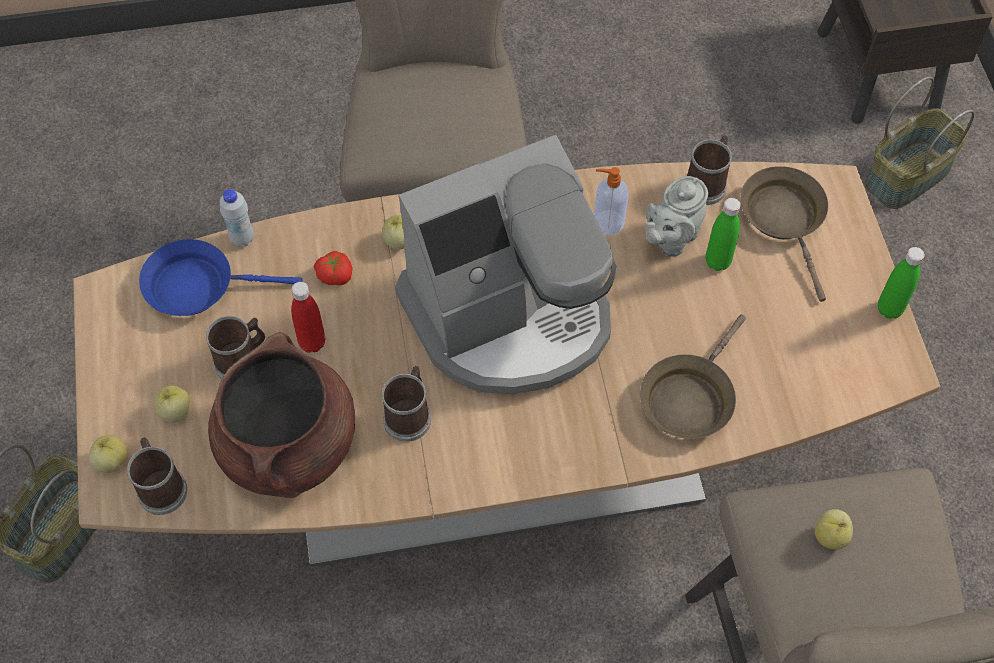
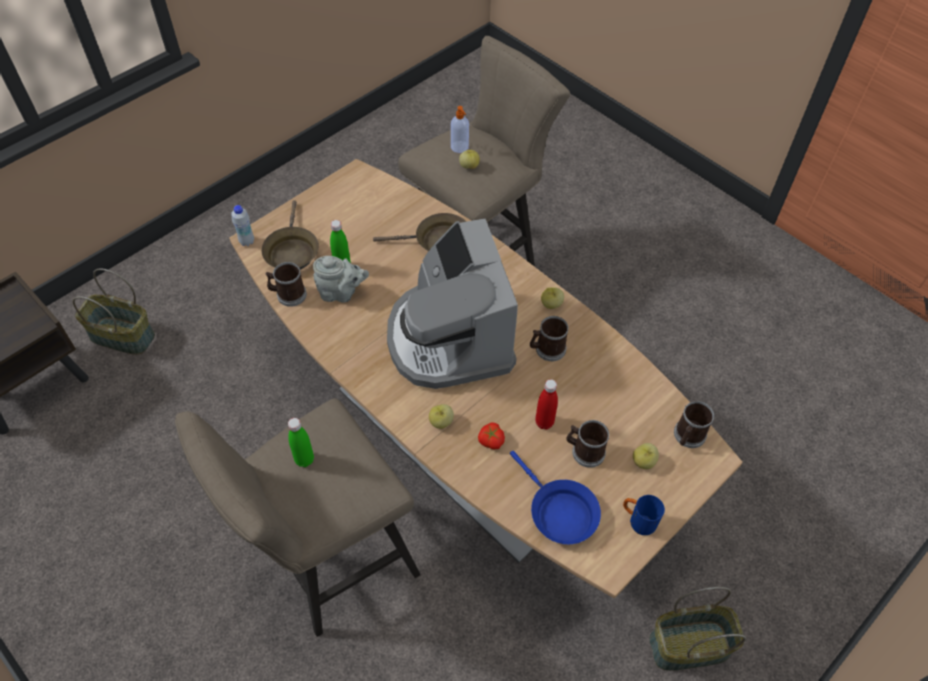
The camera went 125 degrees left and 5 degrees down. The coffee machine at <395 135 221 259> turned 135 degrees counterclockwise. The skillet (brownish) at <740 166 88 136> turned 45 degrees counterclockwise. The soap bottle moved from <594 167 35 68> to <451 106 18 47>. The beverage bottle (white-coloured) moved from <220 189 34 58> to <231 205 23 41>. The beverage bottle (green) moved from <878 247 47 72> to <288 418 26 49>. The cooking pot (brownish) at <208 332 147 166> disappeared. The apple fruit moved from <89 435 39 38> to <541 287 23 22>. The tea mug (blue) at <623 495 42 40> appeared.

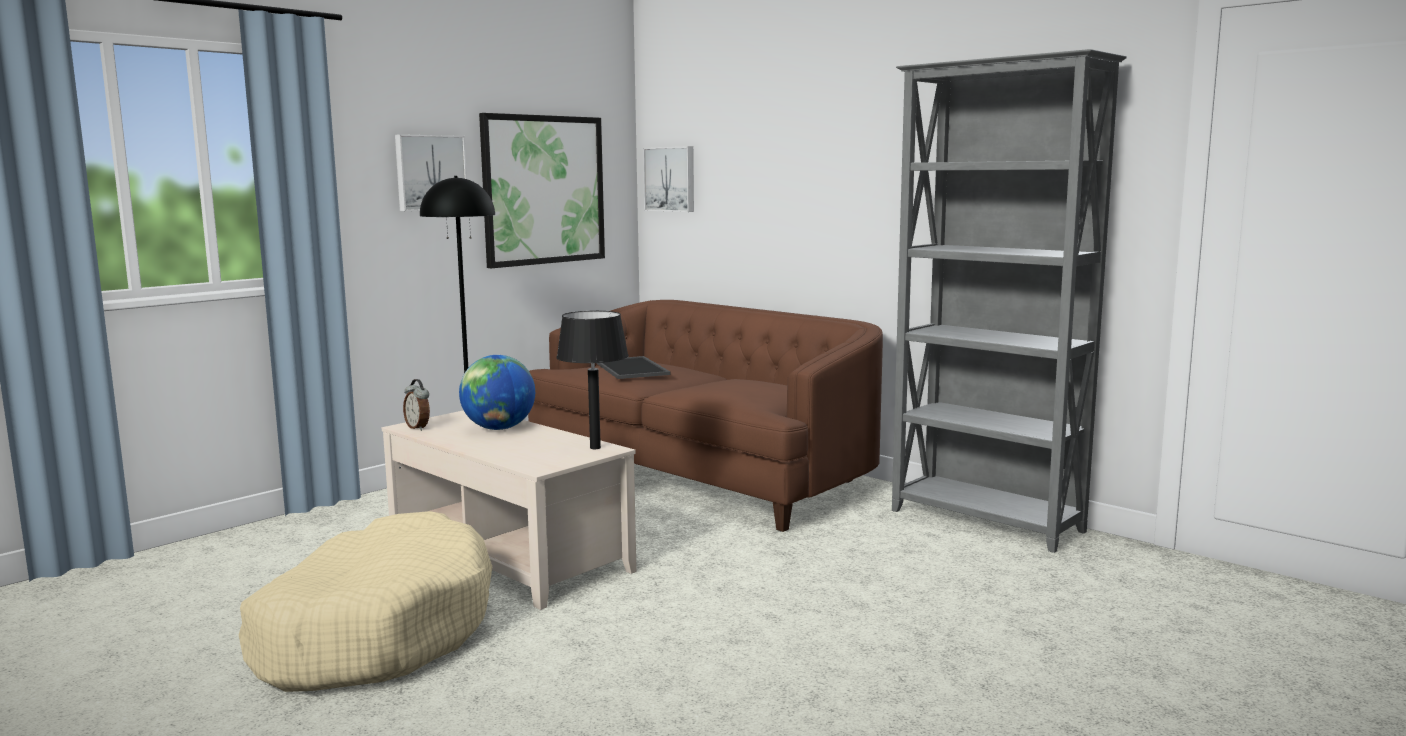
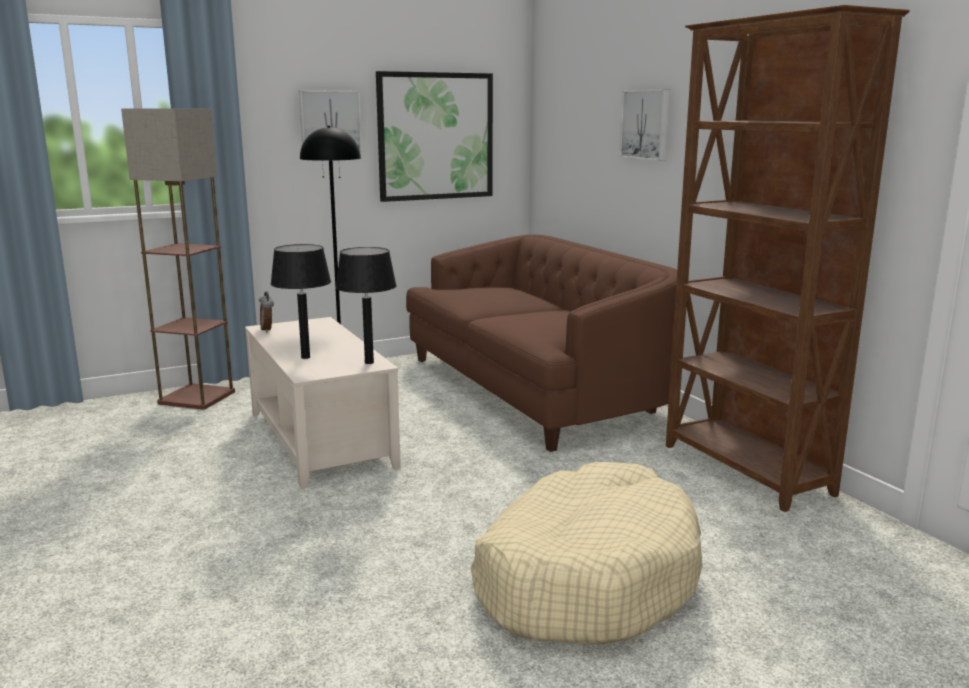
The camera went 20 degrees right and 5 degrees up. The bookshelf (grey) at <892 49 235 504> became the bookshelf (brownish) at <666 5 244 507>. The wall art moved from <643 146 51 66> to <619 89 51 72>. The desk globe at <459 355 76 75> disappeared. The tray at <596 356 75 23> disappeared. The pet bed (beige) moved from <239 511 253 181> to <471 462 232 182>. The standing lamp at <121 108 114 302> appeared. The table lamp (black-coloured) at <270 244 61 115> appeared.

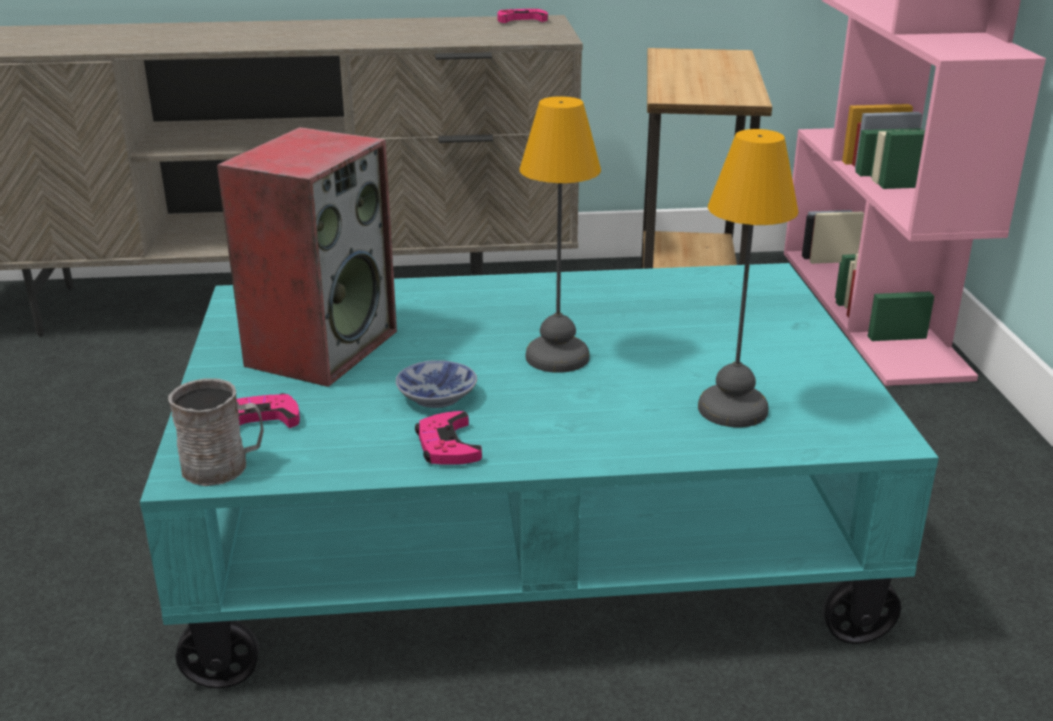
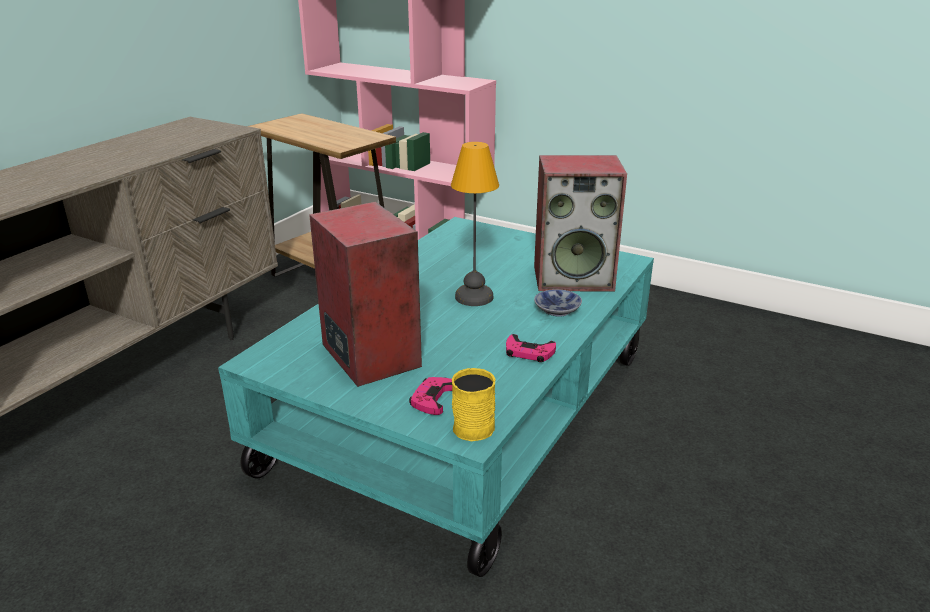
The camera went 55 degrees left and 0 degrees up. The gamepad (pinkish) at <497 9 51 14> disappeared. The table lamp at <698 129 101 298> was replaced by the loudspeaker at <534 155 93 136>. The serving bowl moved from <396 360 81 48> to <534 289 48 28>. The tea mug (grey) at <168 378 96 108> became the tea mug (yellow) at <452 368 43 73>.

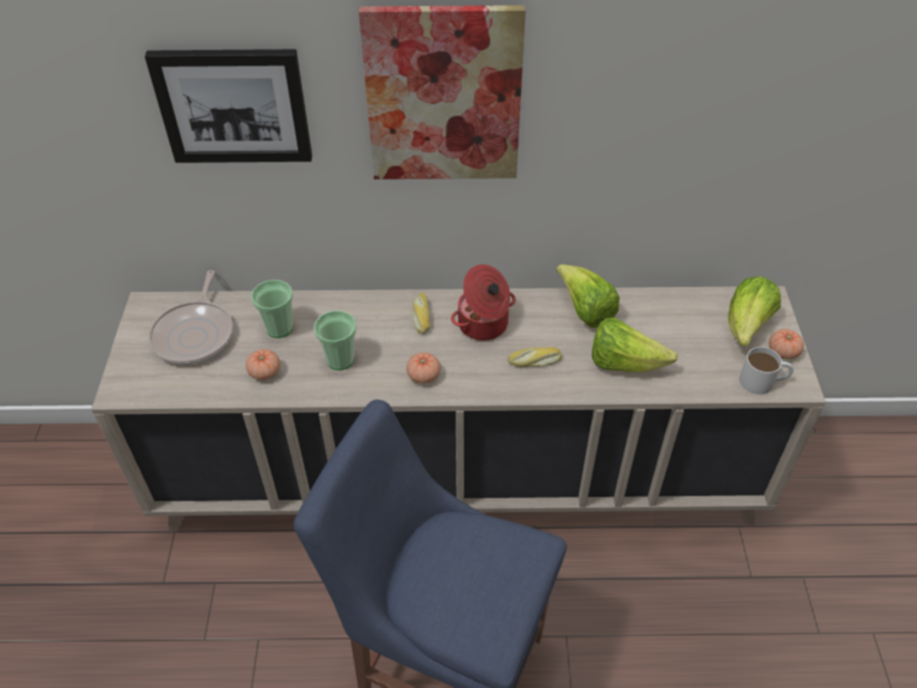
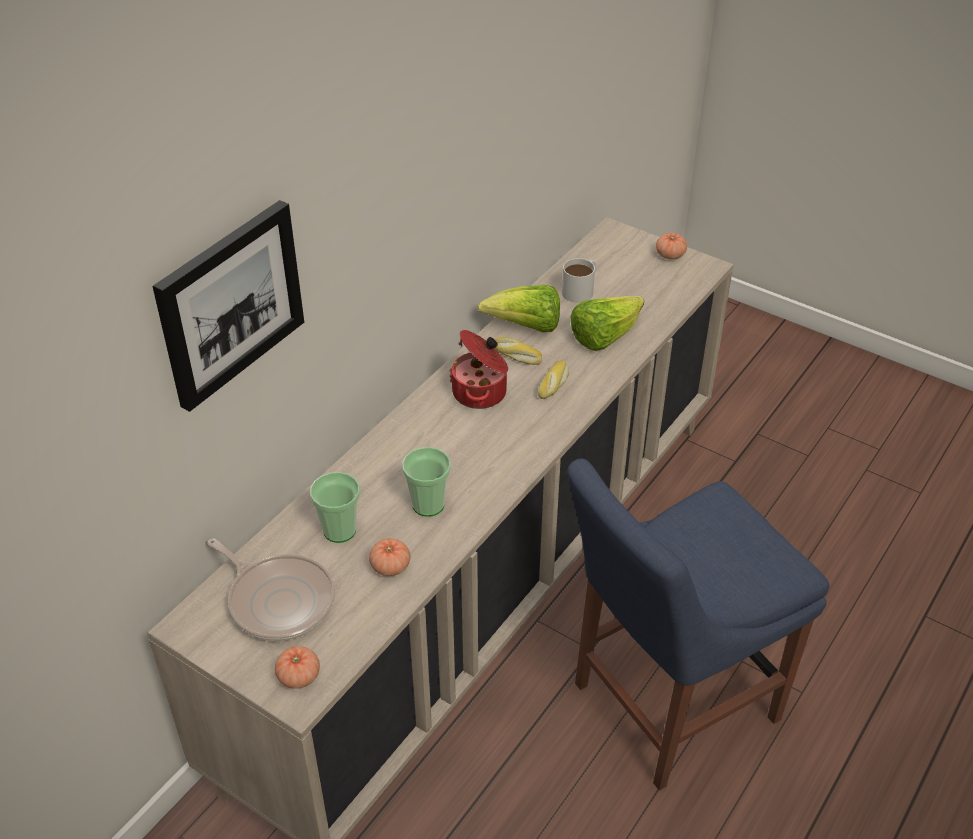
The camera went 55 degrees left and 5 degrees down. The wall art at <359 5 167 174> disappeared. The lettuce at <728 277 53 69> disappeared. The bakery bread moved from <413 293 17 41> to <495 337 47 28>. The tea mug (white-coloured) moved from <739 347 55 48> to <562 258 34 45>. The fresh tomato moved from <406 352 35 32> to <275 646 45 43>.

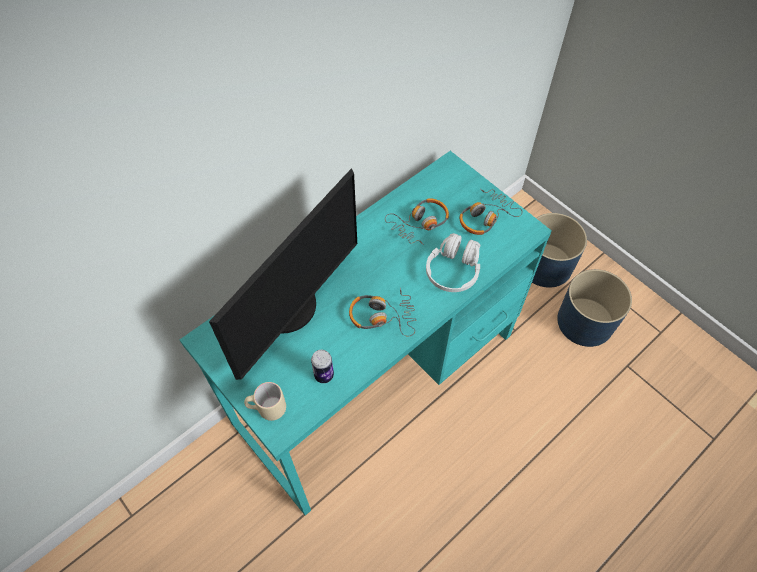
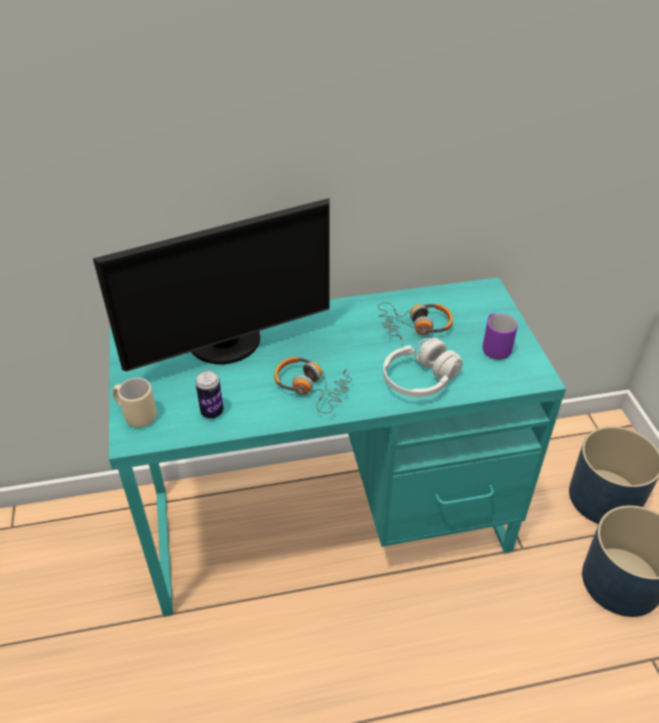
The camera went 30 degrees right and 15 degrees down. The headset at <460 189 62 46> was replaced by the tea mug (purple) at <483 313 35 47>.

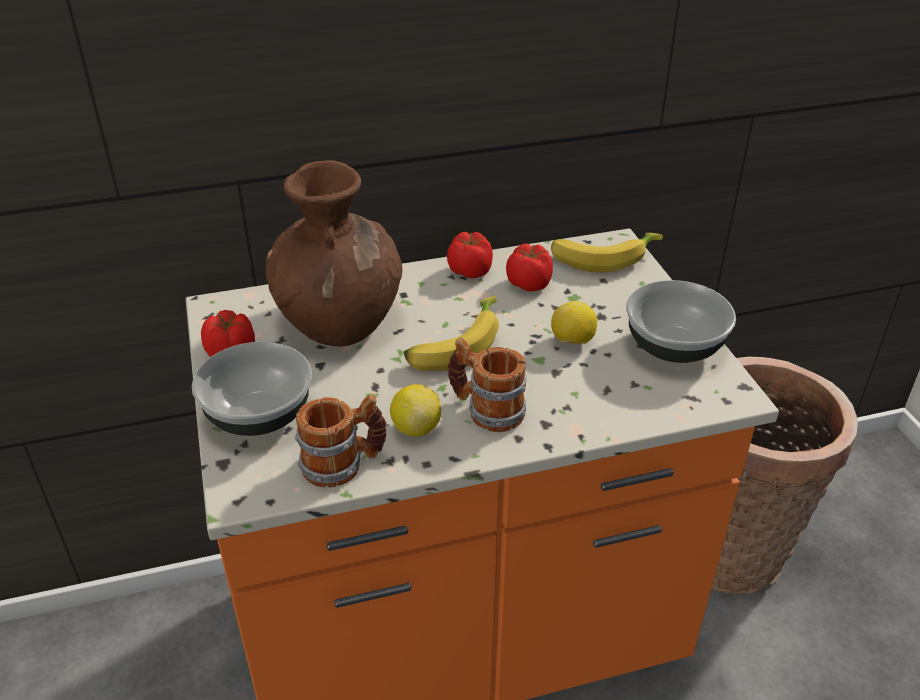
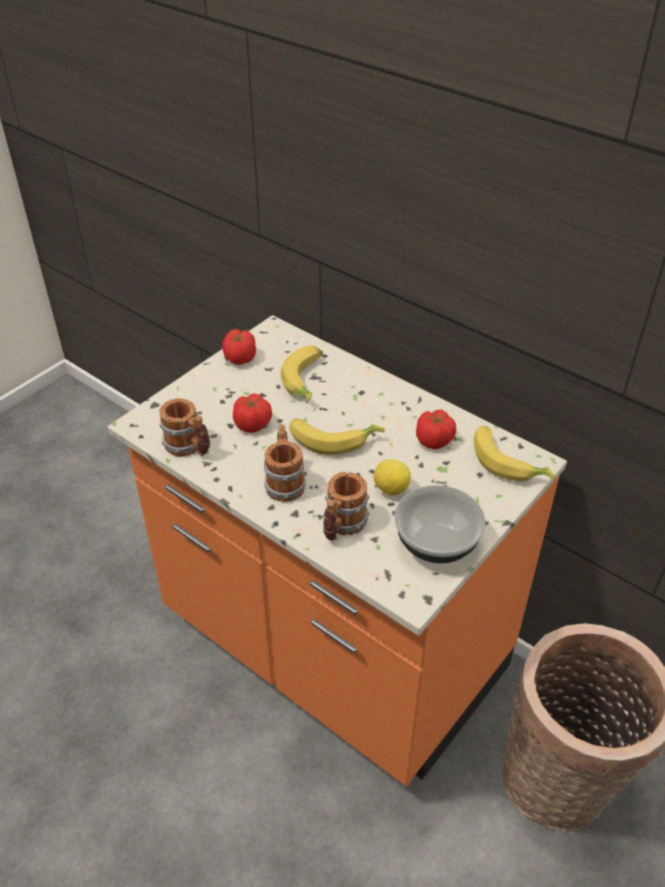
The camera went 55 degrees right and 5 degrees up. The decorative vase (brownish) at <266 160 136 187> was replaced by the whole banana at <280 345 43 58>. The fresh tomato moved from <447 232 46 46> to <233 393 39 40>. The serving bowl at <192 342 120 94> disappeared. The lemon at <390 384 51 53> disappeared. The tea mug at <323 472 47 69> appeared.

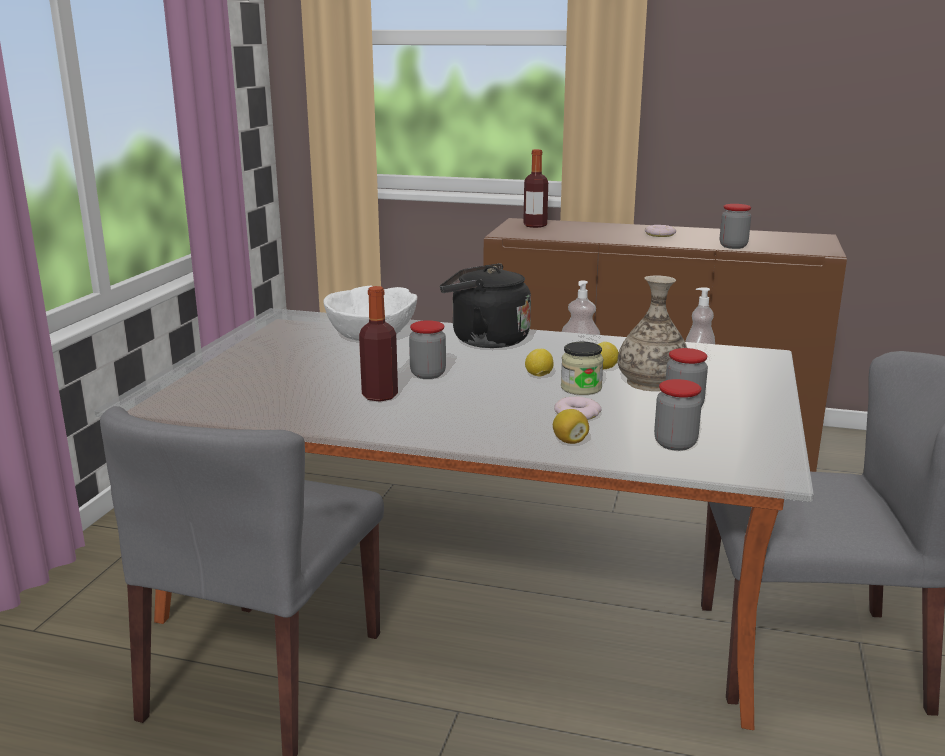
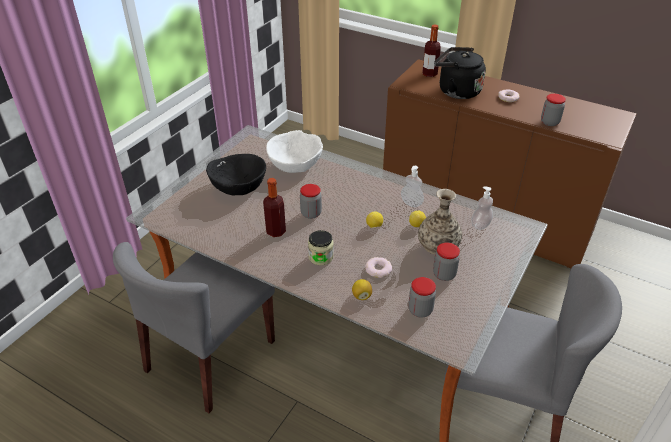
The camera went 15 degrees right and 20 degrees up. The kettle (black-coloured) moved from <440 263 91 85> to <434 47 52 52>. The preserve jar moved from <561 342 43 53> to <308 230 26 35>. The serving bowl (black-coloured) at <206 154 60 41> appeared.

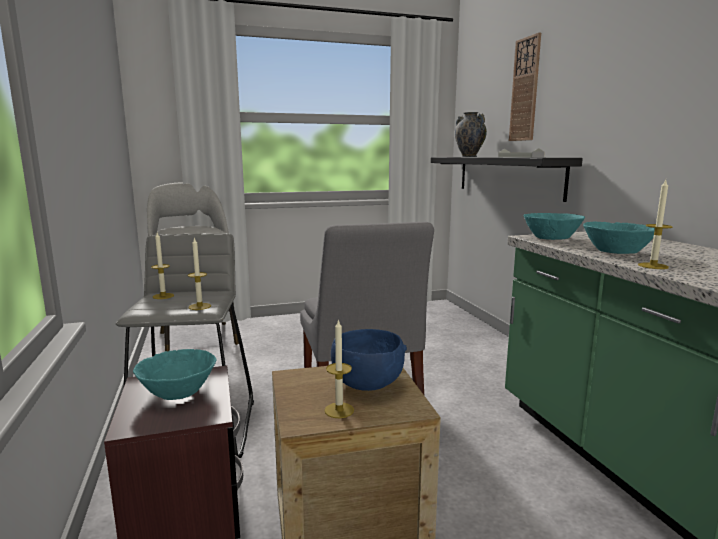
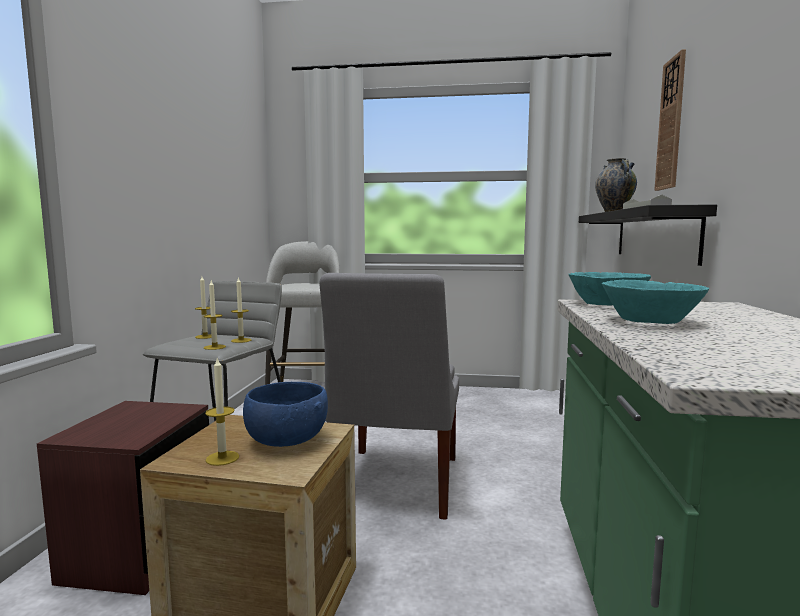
The camera went 25 degrees right and 5 degrees down. The wax light moved from <638 180 35 89> to <231 277 20 66>. The serving bowl (blue-green) at <133 349 84 51> disappeared.

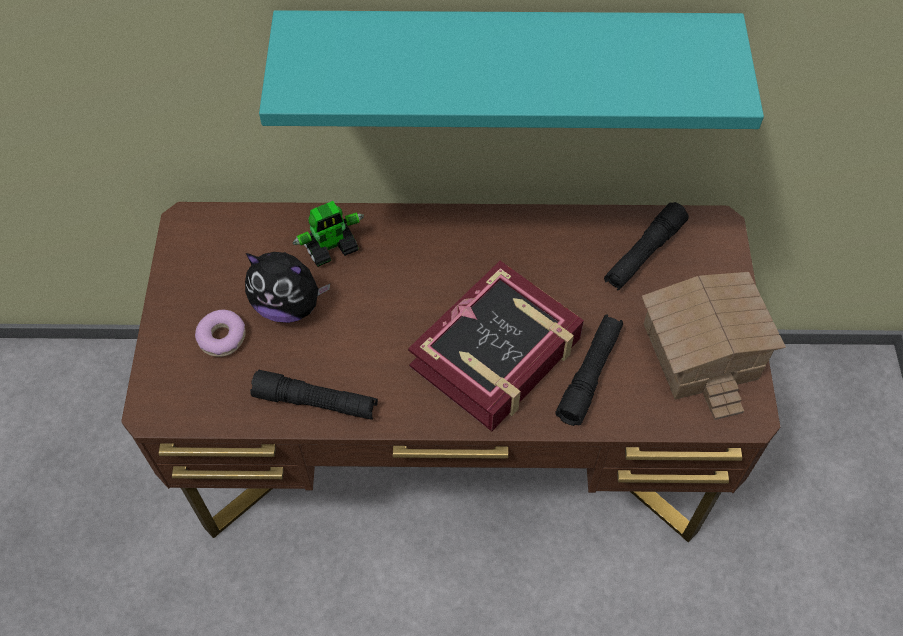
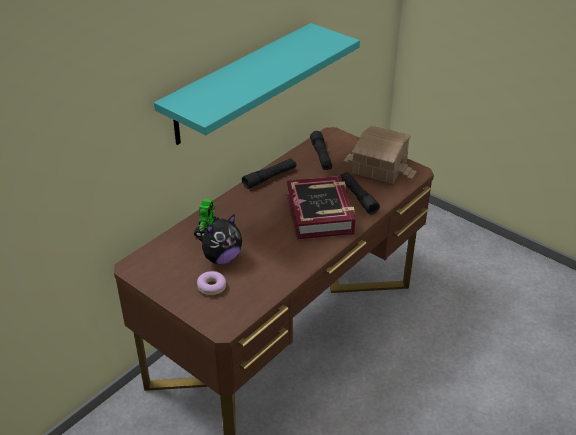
The camera went 50 degrees left and 20 degrees down. The hand torch (black-coloured) moved from <250 370 128 50> to <242 158 55 31>.

